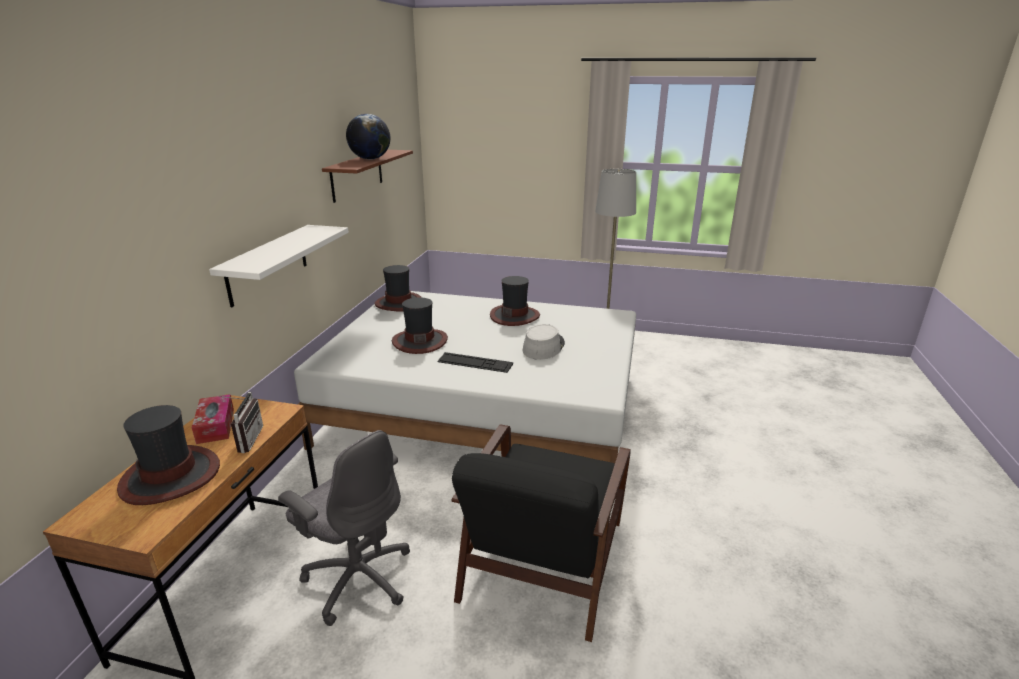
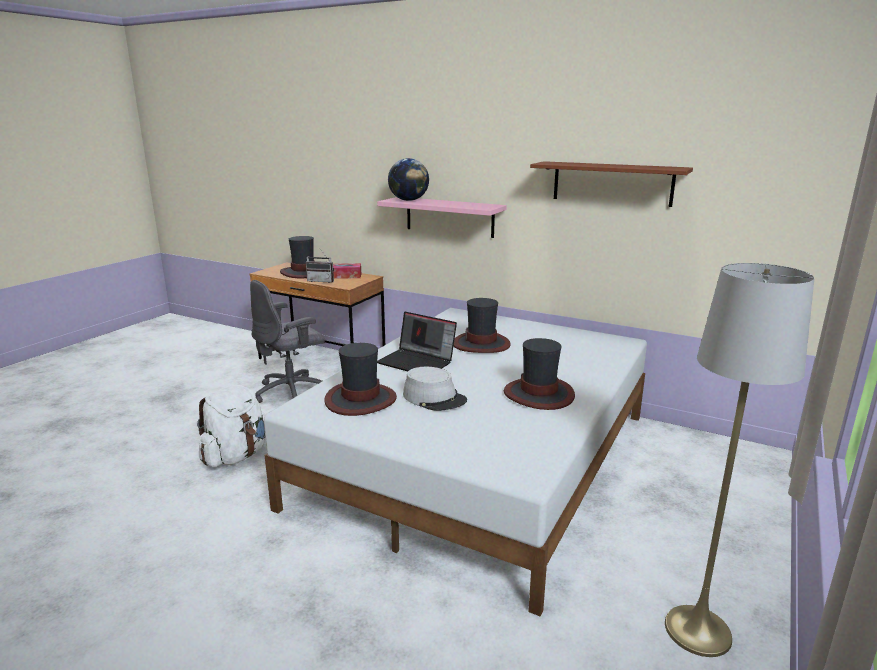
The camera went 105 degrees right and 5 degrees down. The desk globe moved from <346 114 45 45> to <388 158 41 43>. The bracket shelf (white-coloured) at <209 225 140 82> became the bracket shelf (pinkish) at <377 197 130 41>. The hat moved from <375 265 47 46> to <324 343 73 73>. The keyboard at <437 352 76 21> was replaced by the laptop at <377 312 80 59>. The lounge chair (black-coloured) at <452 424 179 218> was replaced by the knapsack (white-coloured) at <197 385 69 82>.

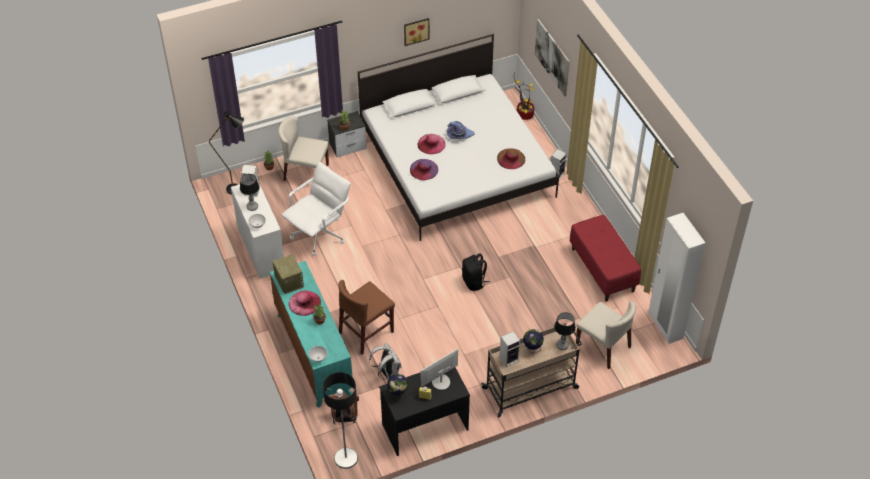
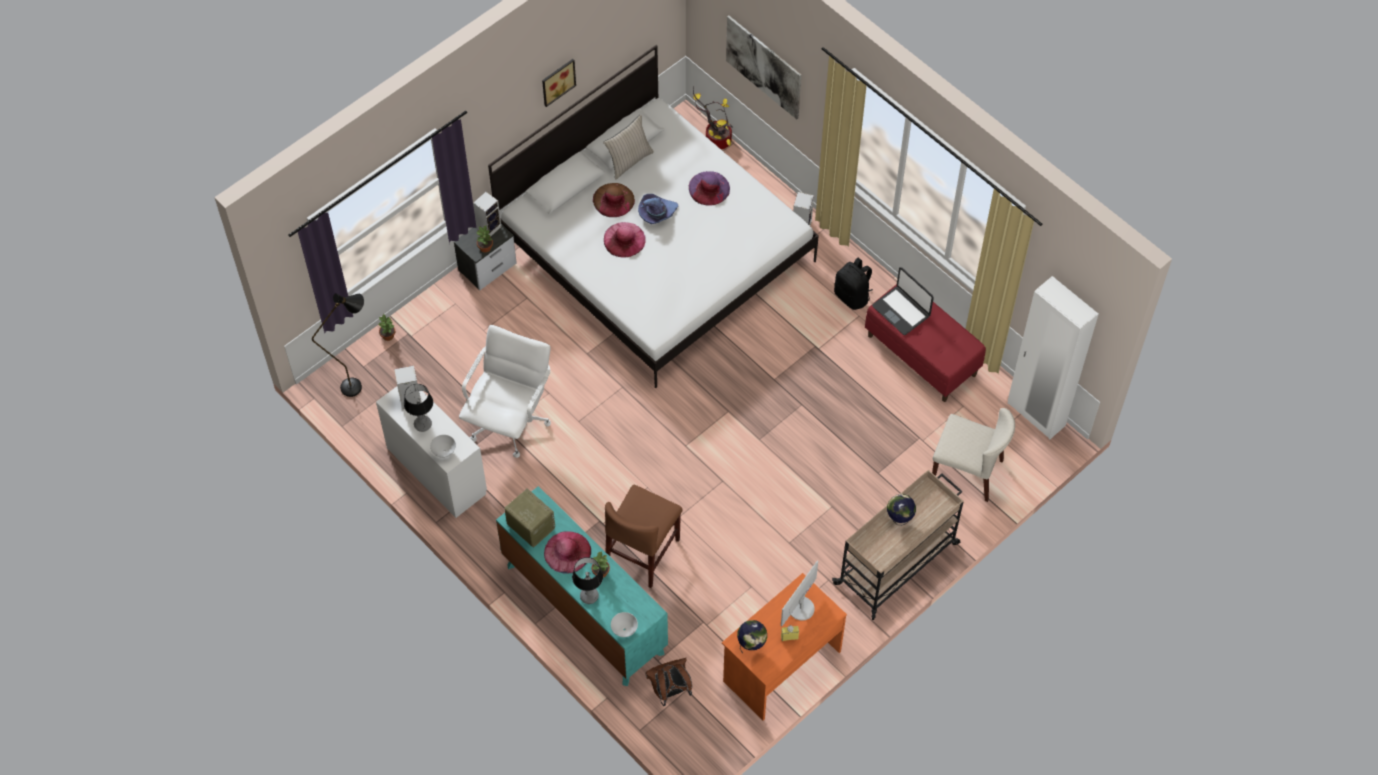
The camera went 20 degrees left and 10 degrees up. The plain chair (beige) at <278 116 51 65> disappeared. The hat (brownish) moved from <497 148 28 21> to <593 183 42 34>. The hat (purple) moved from <410 159 29 21> to <689 171 41 35>. The knapsack (black-coloured) moved from <462 253 28 38> to <834 258 39 52>. The table lamp moved from <554 312 22 38> to <572 557 31 47>. The loudspeaker moved from <500 331 20 36> to <473 192 28 45>. The knapsack (white-coloured) at <369 343 32 36> disappeared. The desk unit (black-coloured) at <379 367 91 89> became the desk unit (orange) at <722 573 125 147>. The standing lamp at <323 372 35 97> disappeared. The throw pillow (beige) at <603 114 51 66> appeared. The laptop at <872 267 62 68> appeared.

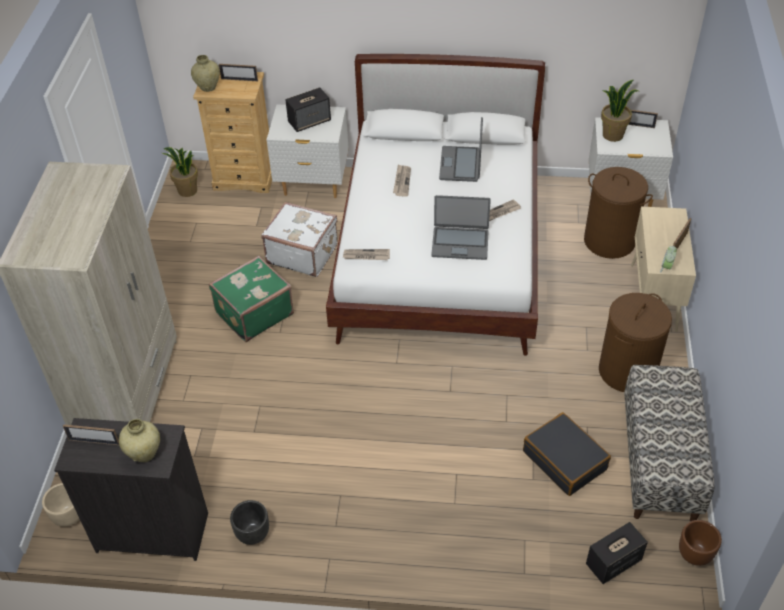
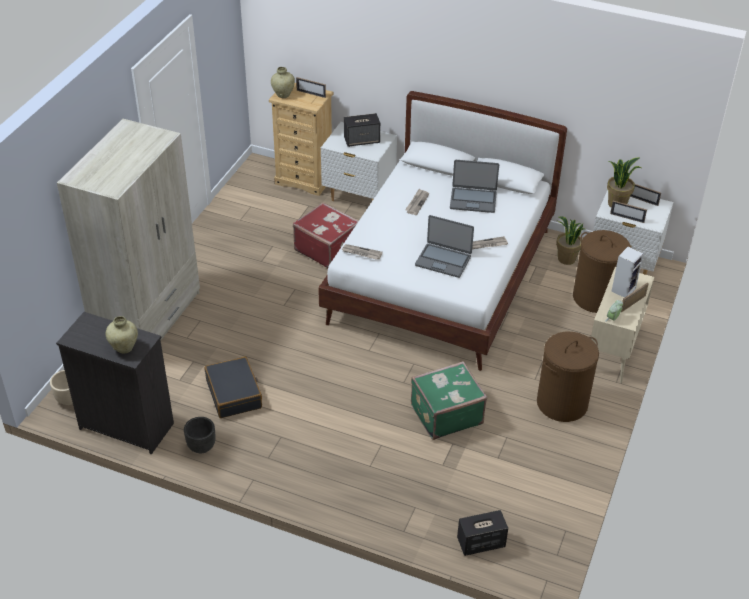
The camera went 15 degrees right and 5 degrees down. The laptop at <439 117 44 65> turned 105 degrees counterclockwise. The plant in a pot moved from <162 147 36 50> to <556 216 30 49>. The travel case (white-coloured) at <261 202 77 75> became the travel case (reddish) at <293 202 65 66>. The travel case (green) moved from <209 255 85 87> to <411 361 76 79>. The bench at <624 365 90 157> disappeared. The travel case (black-coloured) moved from <523 412 88 84> to <205 357 57 61>. The standing frame moved from <63 424 56 21> to <610 201 37 22>. The plant pot (brownish) at <679 520 43 46> disappeared. The loudspeaker at <611 247 33 51> appeared.

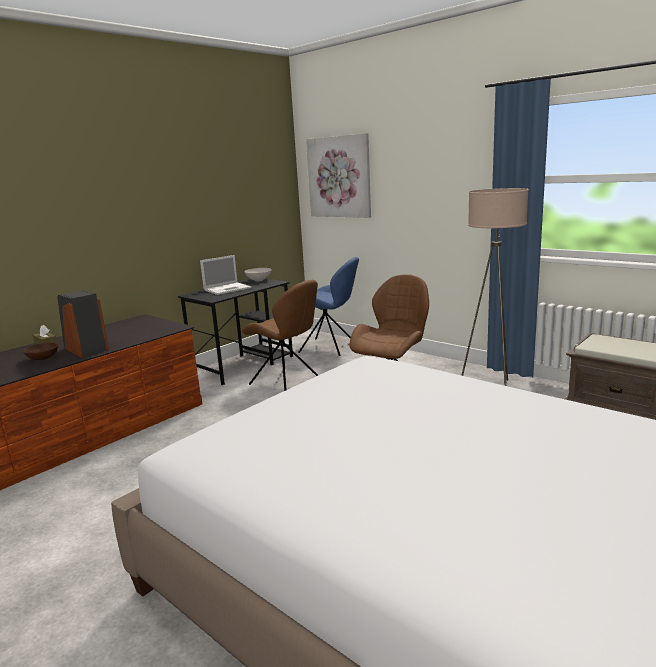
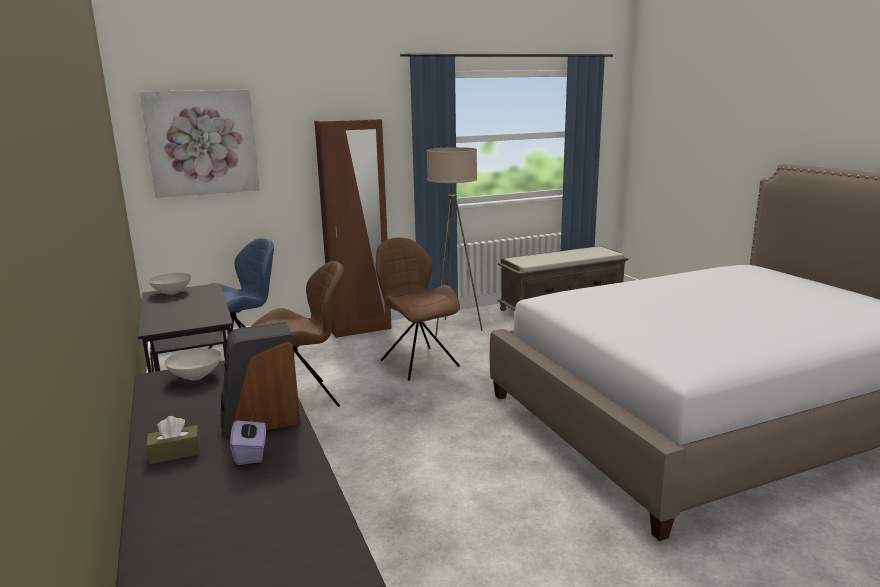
The camera went 65 degrees left and 0 degrees up. The laptop at <200 255 51 40> disappeared. The serving bowl (brownish) at <23 343 35 17> was replaced by the tissue holder (purple) at <230 414 36 51>. The clothes cupboard (brownish) at <314 119 77 219> appeared. The serving bowl (white-coloured) at <165 348 56 32> appeared.

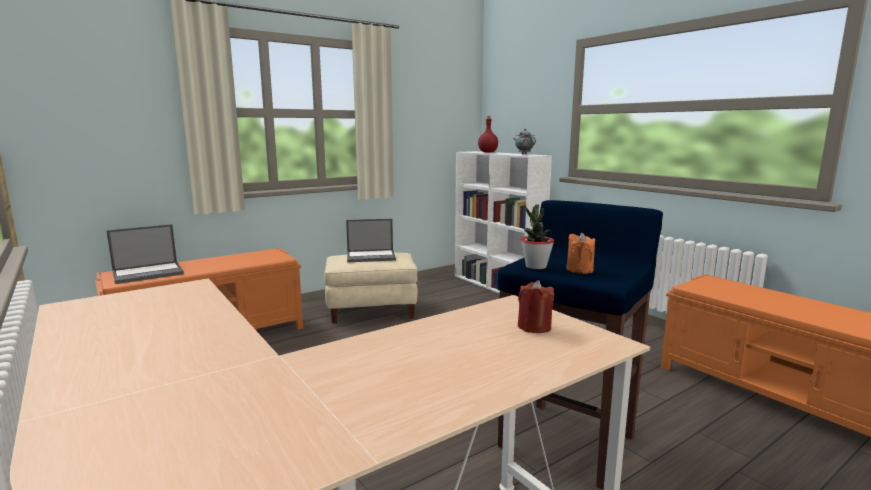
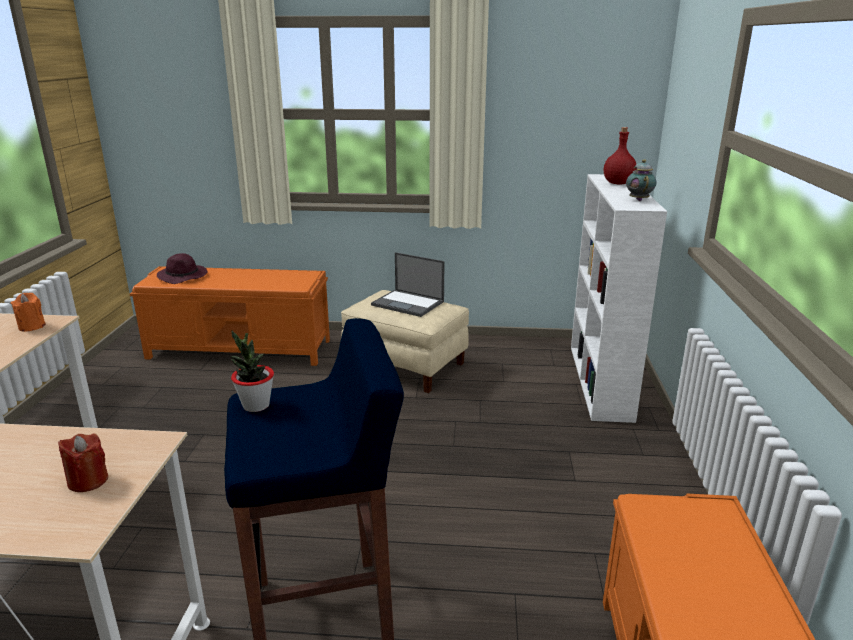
The camera went 40 degrees right and 10 degrees up. The laptop at <106 224 78 60> was replaced by the hat (purple) at <157 253 50 31>. The wax light (orange) moved from <566 232 29 42> to <10 293 35 39>.

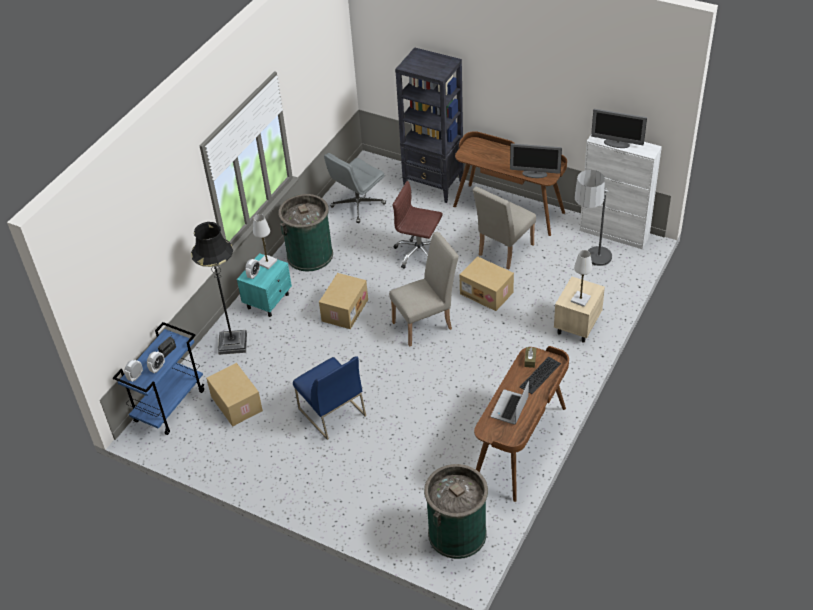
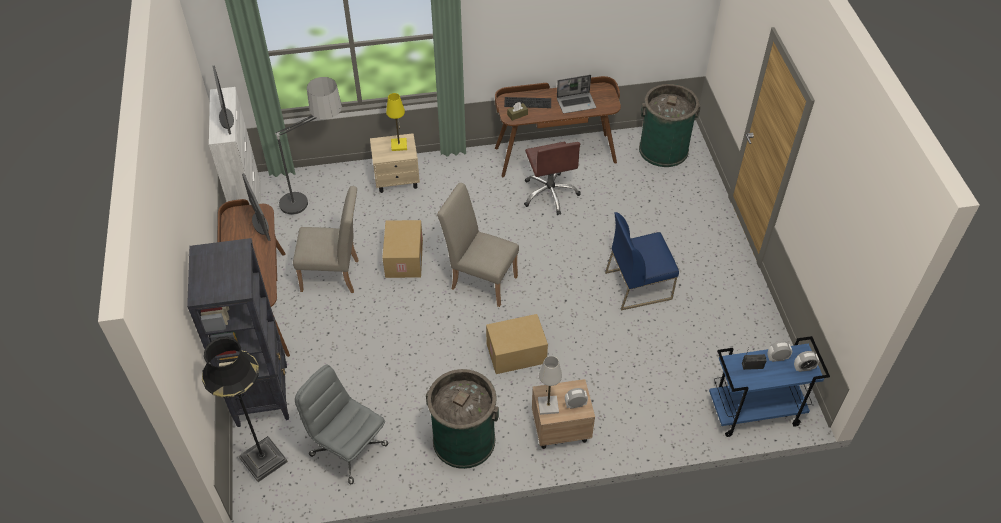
The camera went 130 degrees left and 5 degrees up. The desk chair (grey) at <324 153 62 70> turned 150 degrees counterclockwise. The desk chair (brownish) moved from <392 181 51 88> to <524 141 57 74>. The standing lamp (black-coloured) moved from <191 222 56 133> to <202 337 86 145>. The table lamp (white-coloured) at <571 250 22 57> became the table lamp (yellow) at <386 93 21 58>. The night table (blue-green) at <237 253 55 64> became the night table (beige) at <532 379 63 70>. The plain chair (blue) at <293 357 73 83> turned 120 degrees counterclockwise. The carton at <206 363 57 63> disappeared.

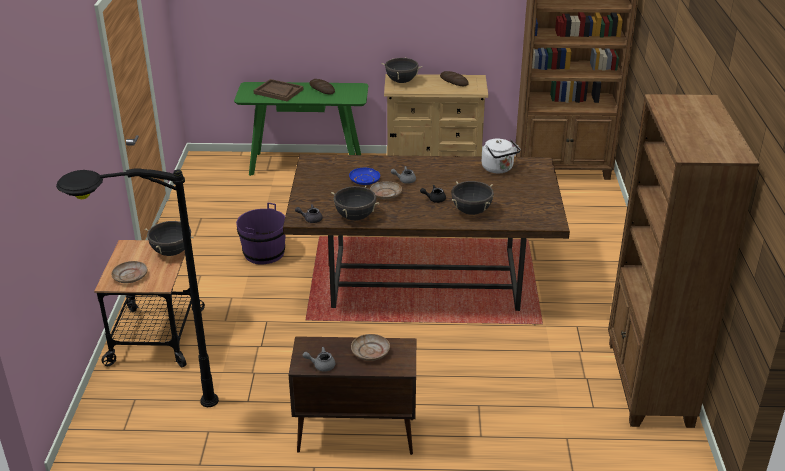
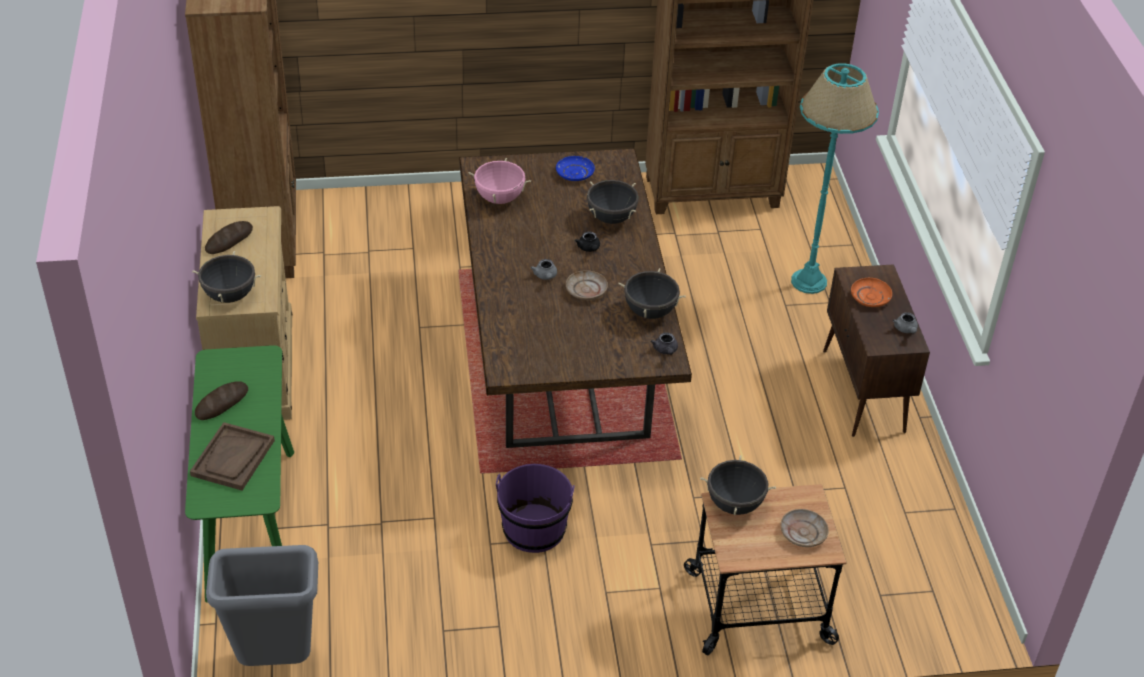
The camera went 100 degrees left and 10 degrees up. The kettle (white-coloured) at <482 139 38 34> was replaced by the cooking pot (pinkish) at <468 158 63 46>. The standing lamp (black-coloured) at <56 168 163 239> disappeared. The dinner plate (blue) moved from <349 168 31 17> to <556 156 39 25>. The dinner plate (beige) at <351 334 39 27> became the dinner plate (orange) at <851 278 41 29>. The standing lamp (blue-green) at <791 63 88 231> appeared. The trash can (grey) at <206 545 112 121> appeared.

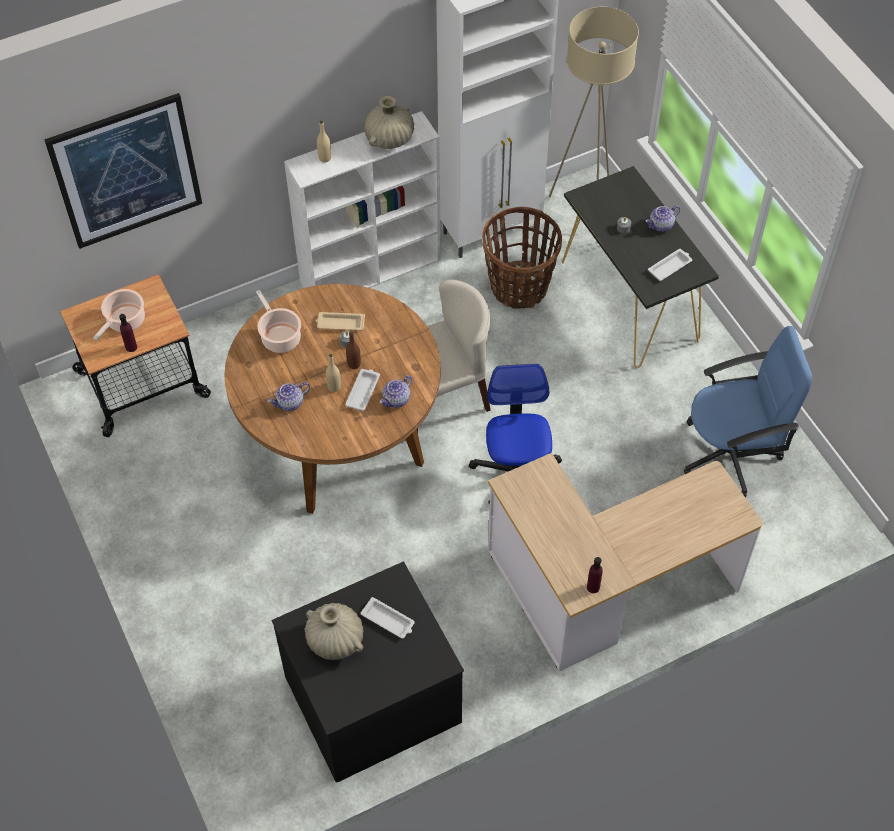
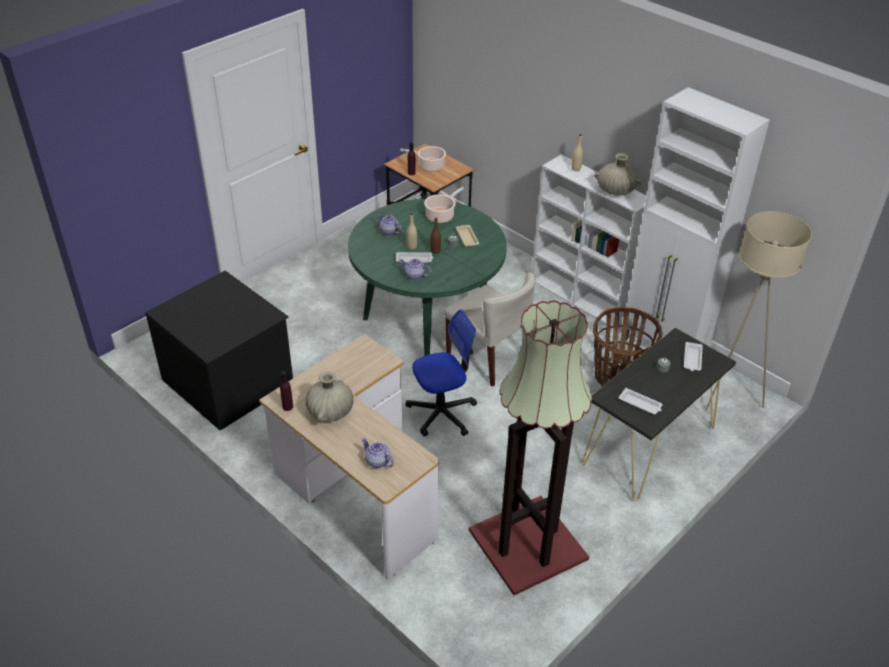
The camera went 70 degrees right and 15 degrees down. The wall art at <44 93 158 156> disappeared. The teapot moved from <646 205 34 27> to <361 438 33 30>. The dinner table (brownish) at <225 284 216 230> became the dinner table (green) at <348 199 159 157>. The desk chair (blue) at <684 326 128 171> was replaced by the standing lamp at <469 300 123 295>. The tray (white-coloured) moved from <361 597 54 42> to <684 342 19 29>. The decorative vase (beige) moved from <304 603 59 57> to <306 371 48 51>.

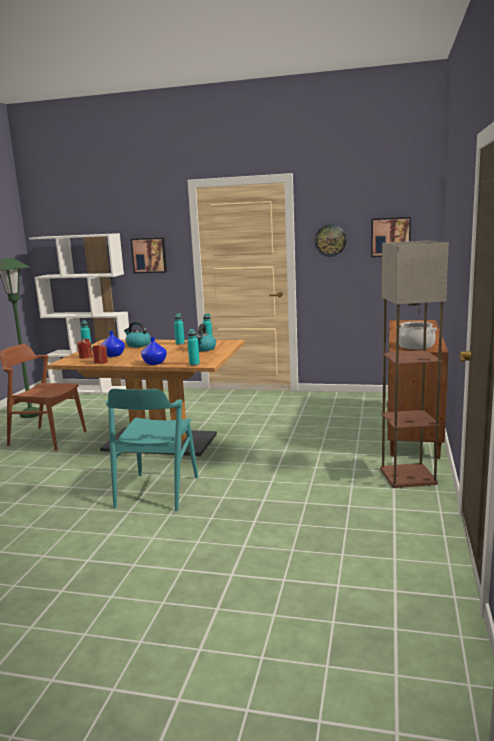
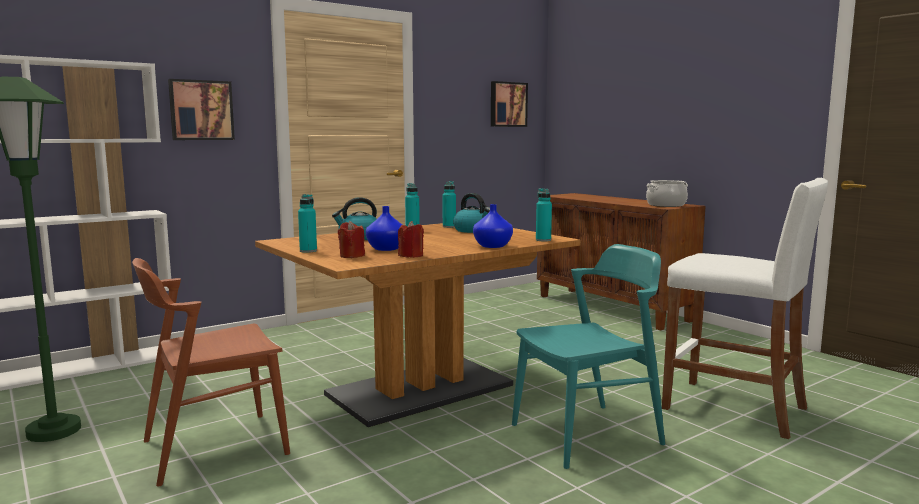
The camera went 50 degrees left and 5 degrees down. The wall clock at <314 224 33 33> disappeared. The standing lamp at <380 240 69 248> disappeared. The plain chair (blue-green) at <106 389 92 122> turned 75 degrees counterclockwise. The sitting stool (white-coloured) at <662 178 166 261> appeared.

